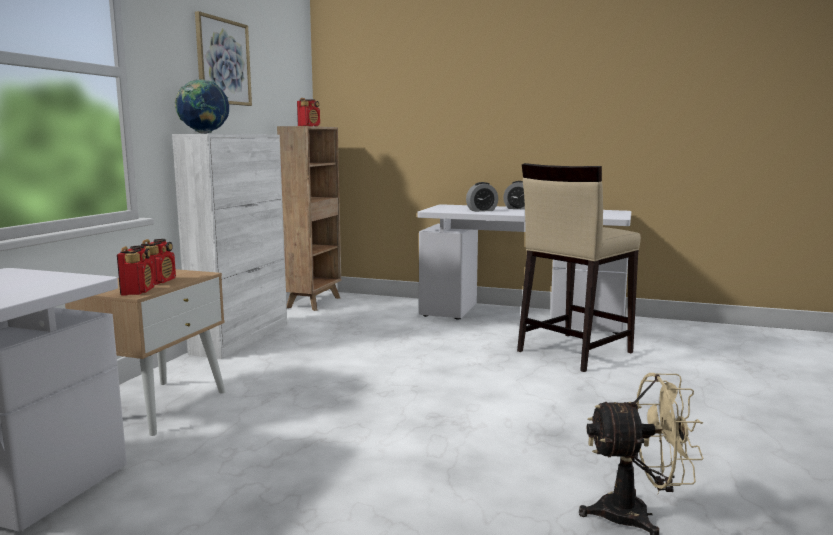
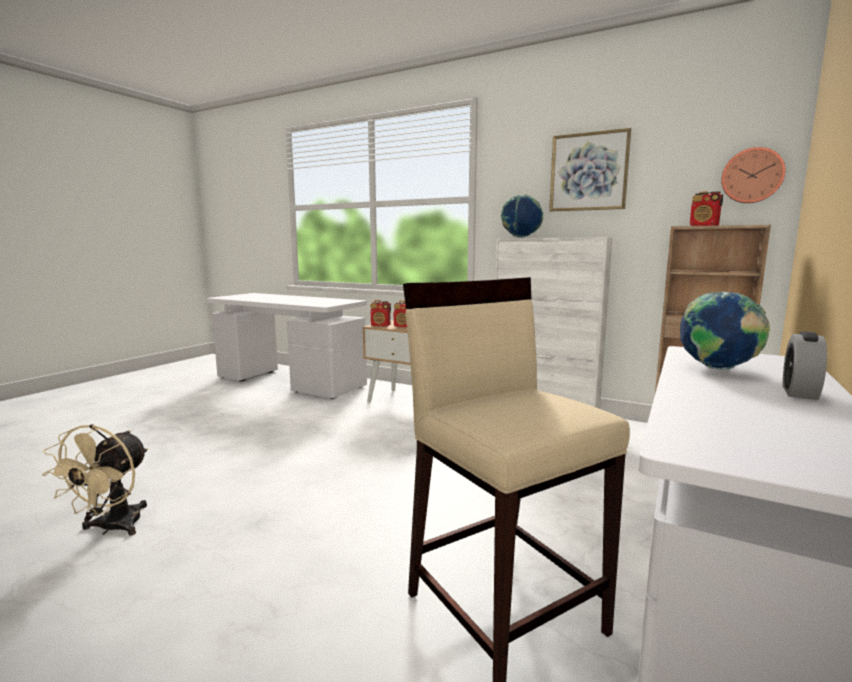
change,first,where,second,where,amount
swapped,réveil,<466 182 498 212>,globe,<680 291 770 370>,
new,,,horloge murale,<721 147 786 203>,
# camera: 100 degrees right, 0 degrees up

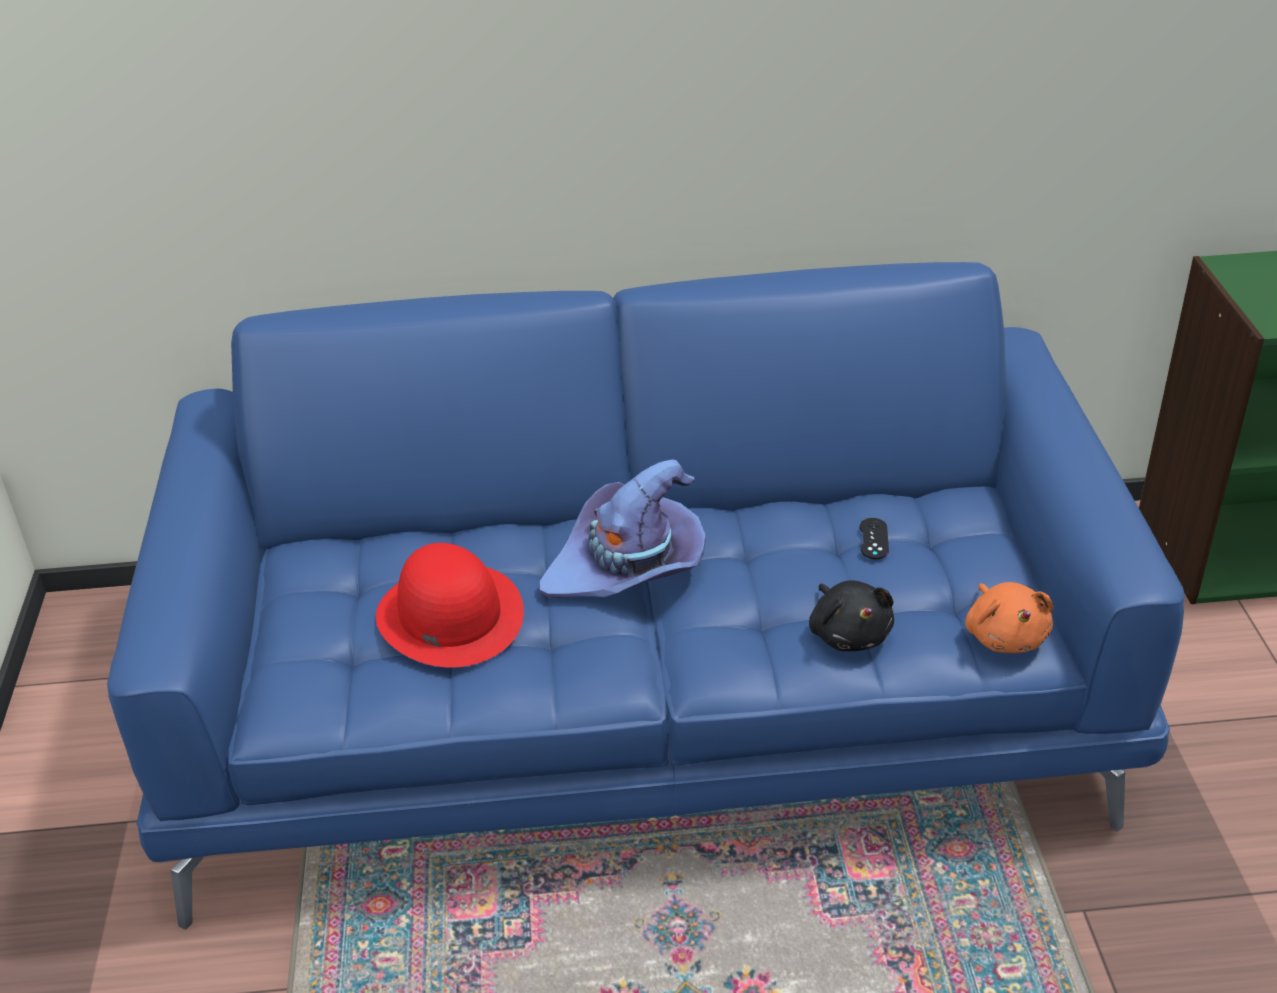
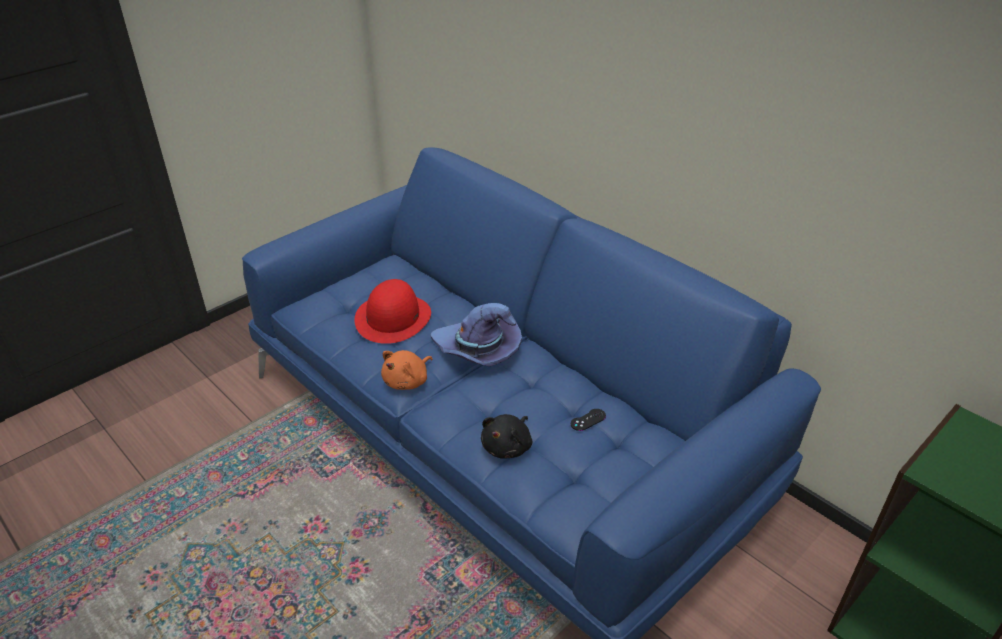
change,first,where,second,where,amount
shifted,peluche (orange),<965 582 1053 653>,,<381 350 433 390>,
# camera: 50 degrees right, 0 degrees up

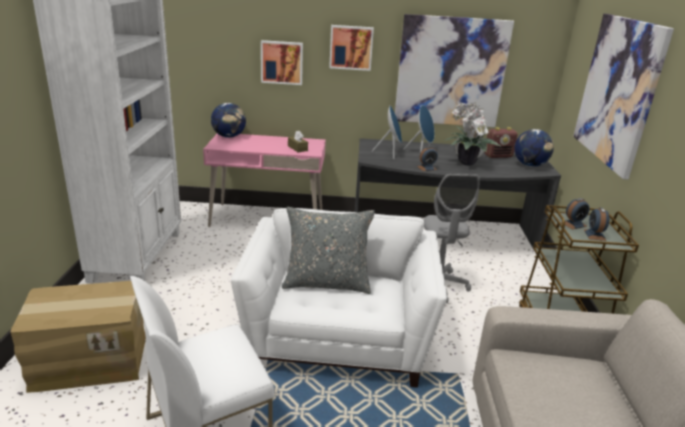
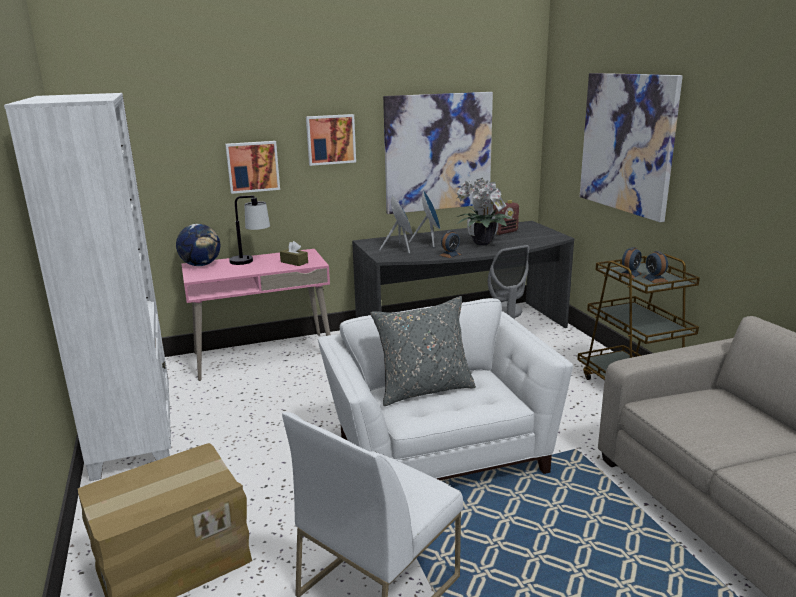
change,first,where,second,where,amount
gone,globe,<514 129 554 167>,,,
new,,,lampe de table,<229 196 270 265>,
# camera: 20 degrees left, 5 degrees down

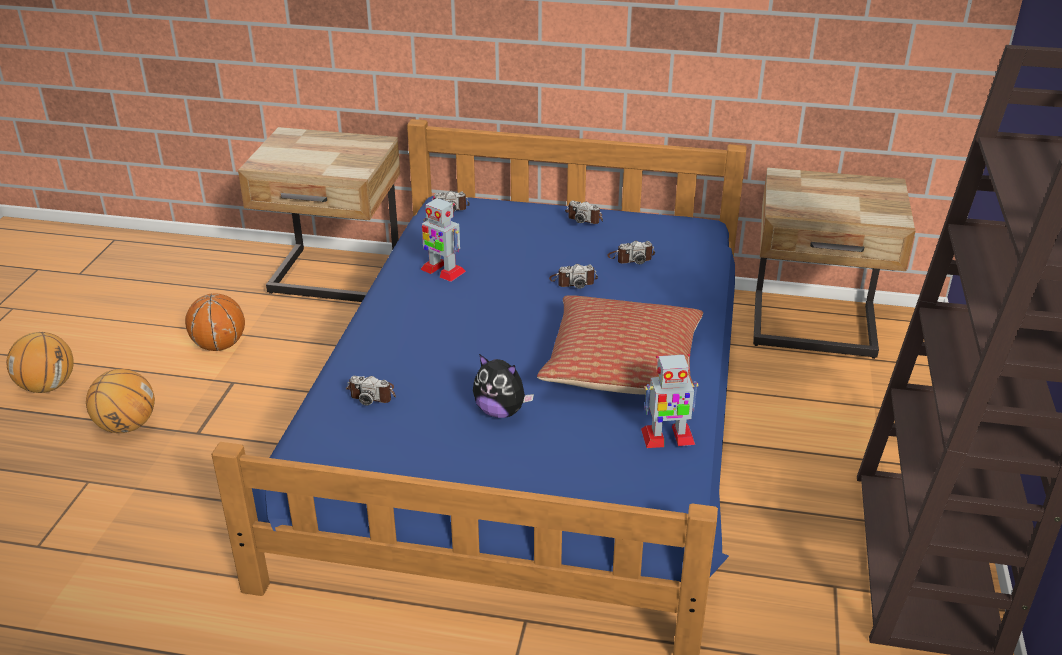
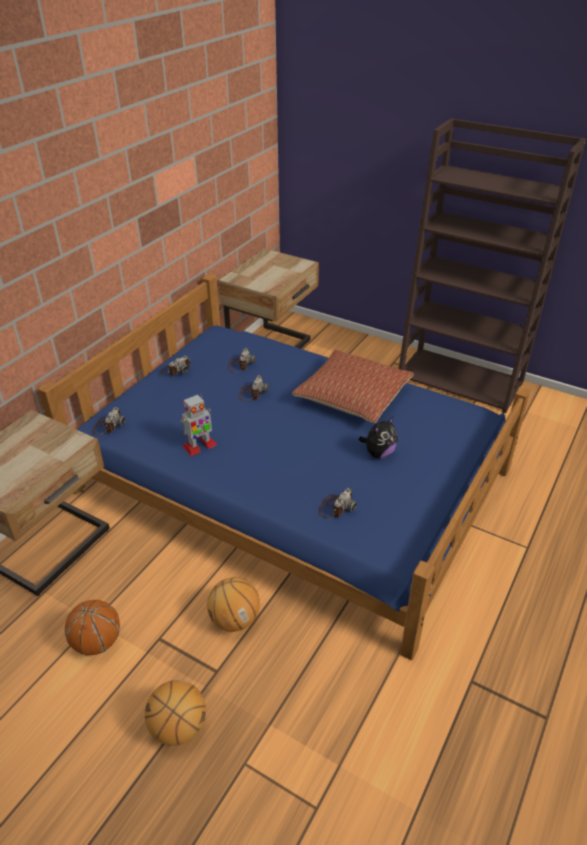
change,first,where,second,where,amount
shifted,ballon de basket,<7 332 74 393>,,<207 577 260 632>,
gone,robot jouet,<641 354 698 448>,,,
# camera: 70 degrees left, 5 degrees up

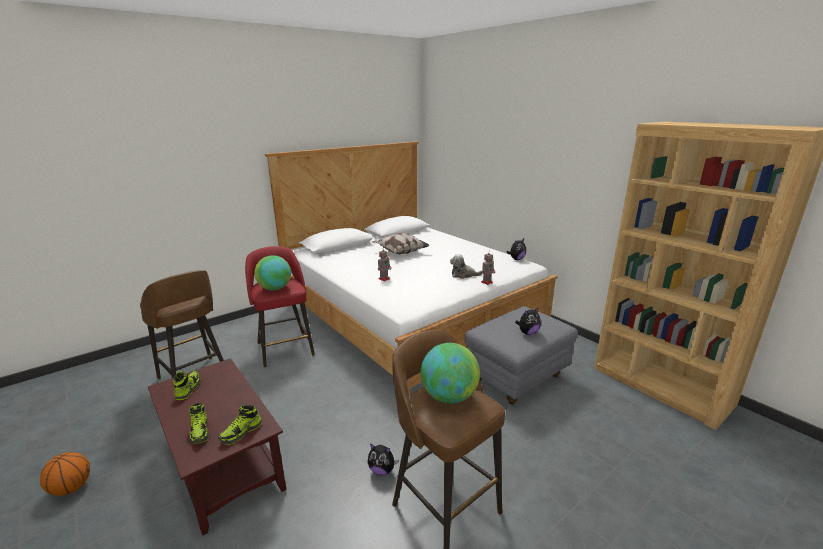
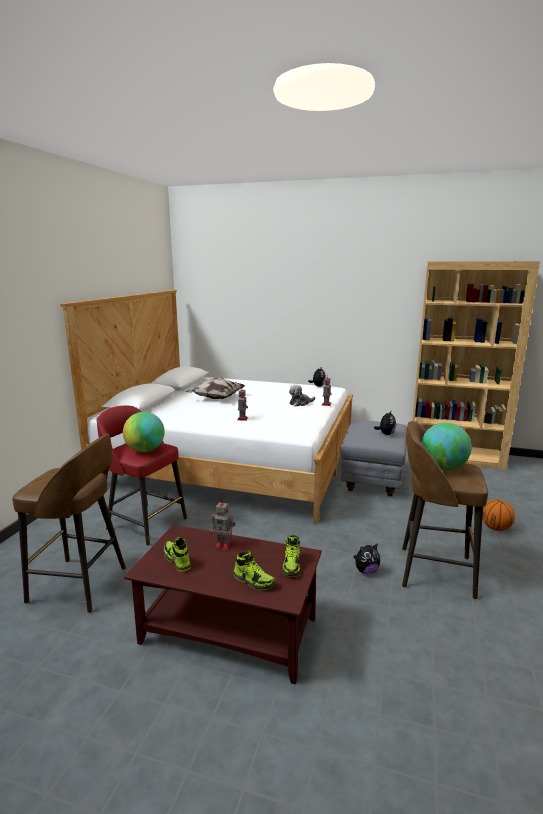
change,first,where,second,where,amount
shifted,ballon de basket,<40 452 90 496>,,<482 499 515 531>,
new,,,robot jouet,<211 499 235 550>,
# camera: 35 degrees left, 5 degrees down

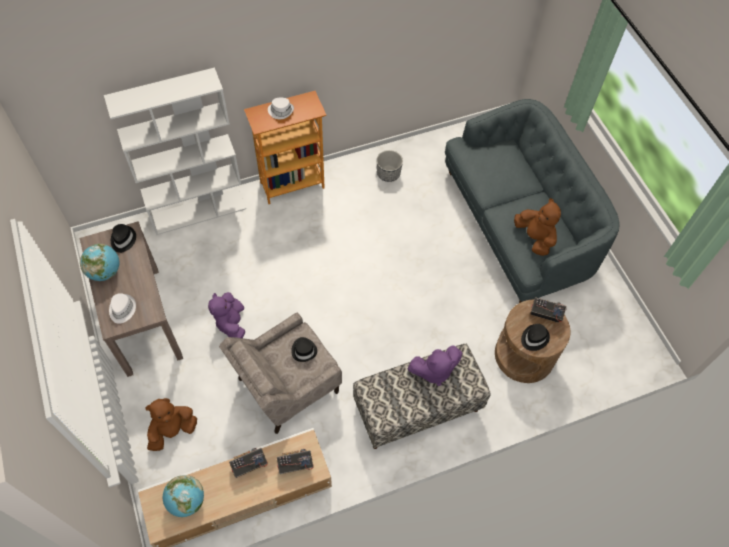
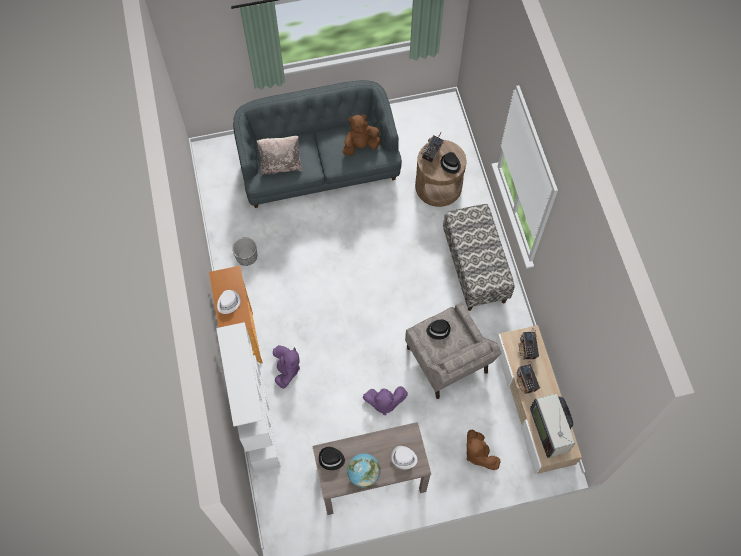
change,first,where,second,where,amount
shifted,peluche (violet),<407 345 463 386>,,<273 345 300 389>,
swapped,globe,<163 475 204 517>,téléviseur,<530 394 575 458>,
new,,,coussin (beige),<256 136 302 174>,
# camera: 80 degrees left, 5 degrees up

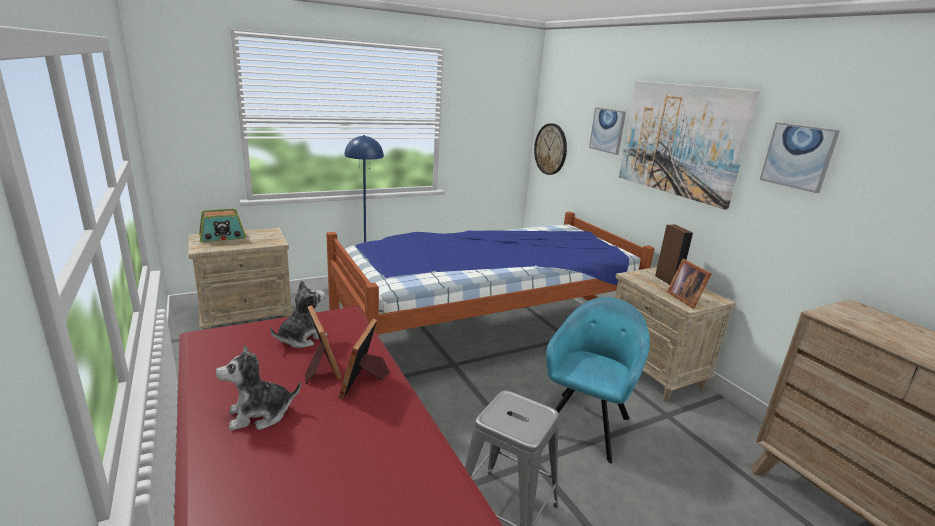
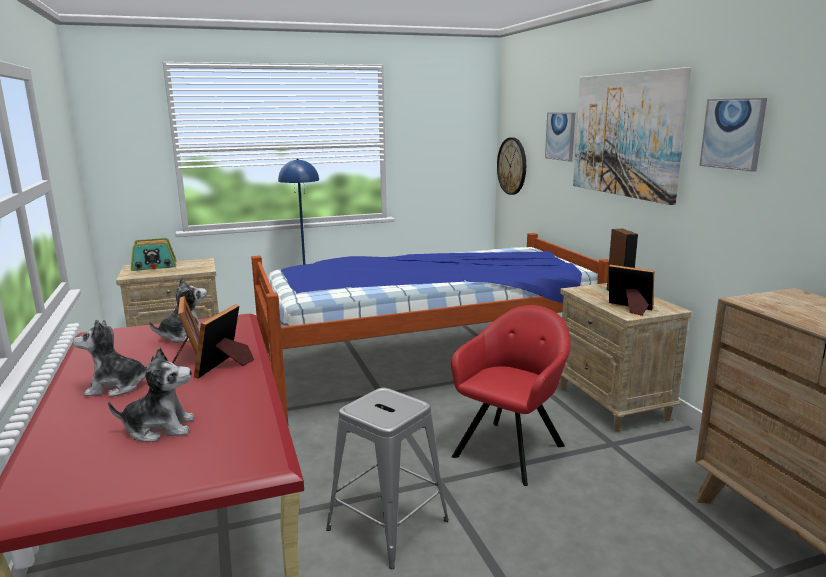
change,first,where,second,where,amount
rotated,cadre photo,<667 259 712 309>,,<609 265 654 316>,135 degrees clockwise
repainted,fauteuil (turquoise),<546 297 650 463>,fauteuil (rouge),<451 305 570 486>,
new,,,peluche,<108 347 195 442>,
# camera: 10 degrees right, 5 degrees down

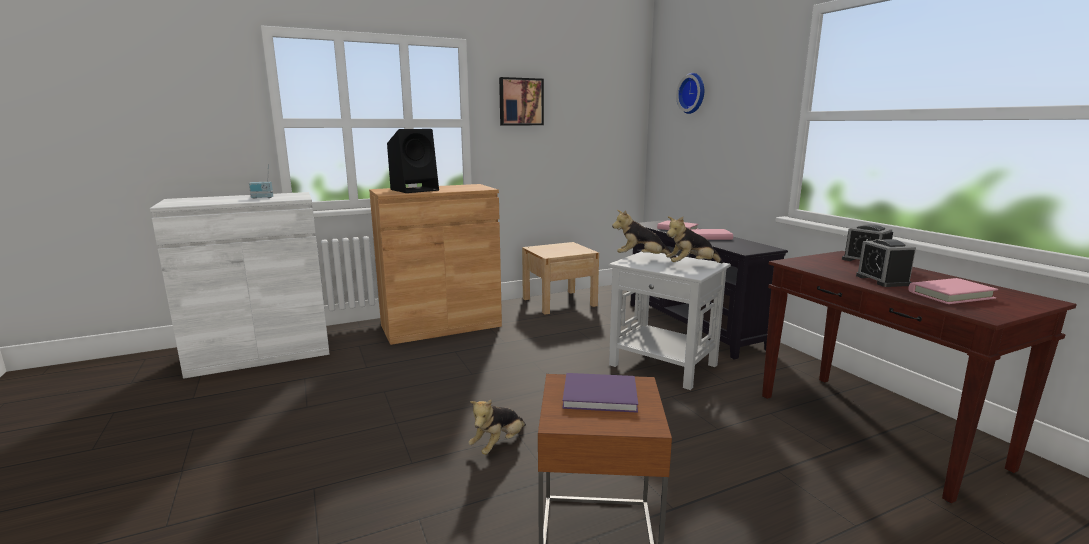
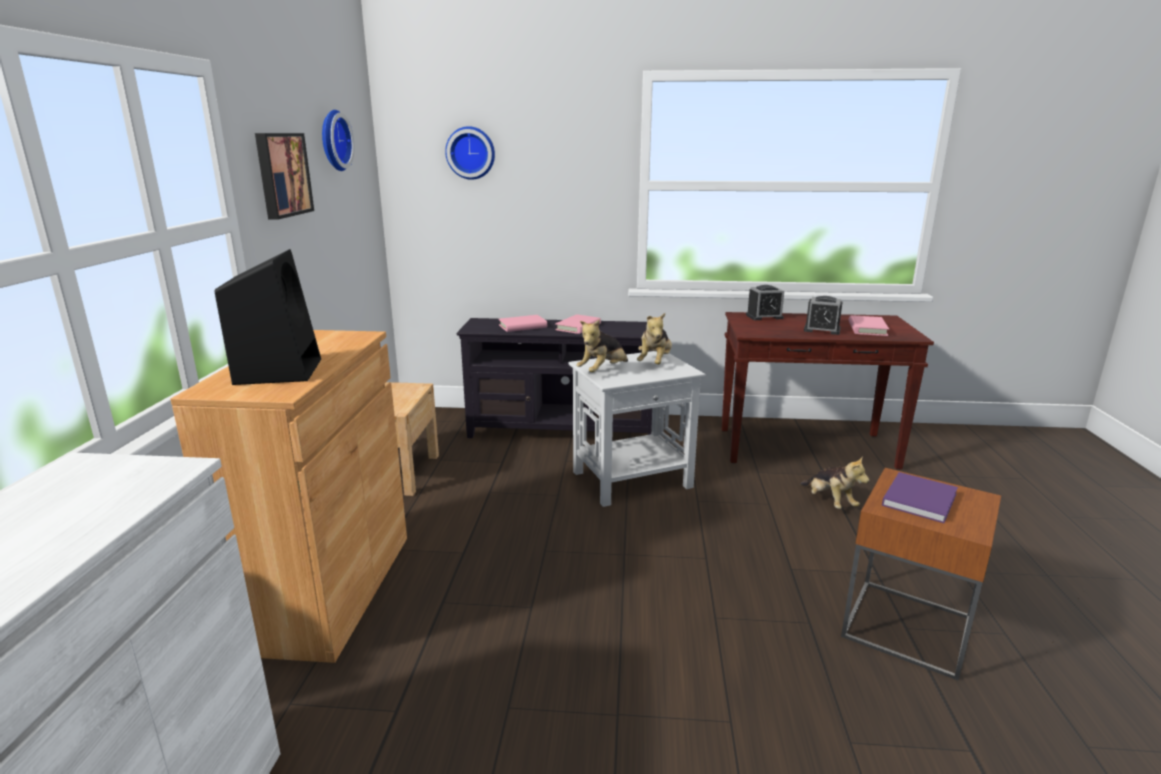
change,first,where,second,where,amount
gone,radio,<249 164 273 199>,,,
shifted,peluche,<468 400 526 455>,,<800 456 869 509>,
new,,,horloge murale,<322 110 354 171>,
# camera: 60 degrees left, 5 degrees up

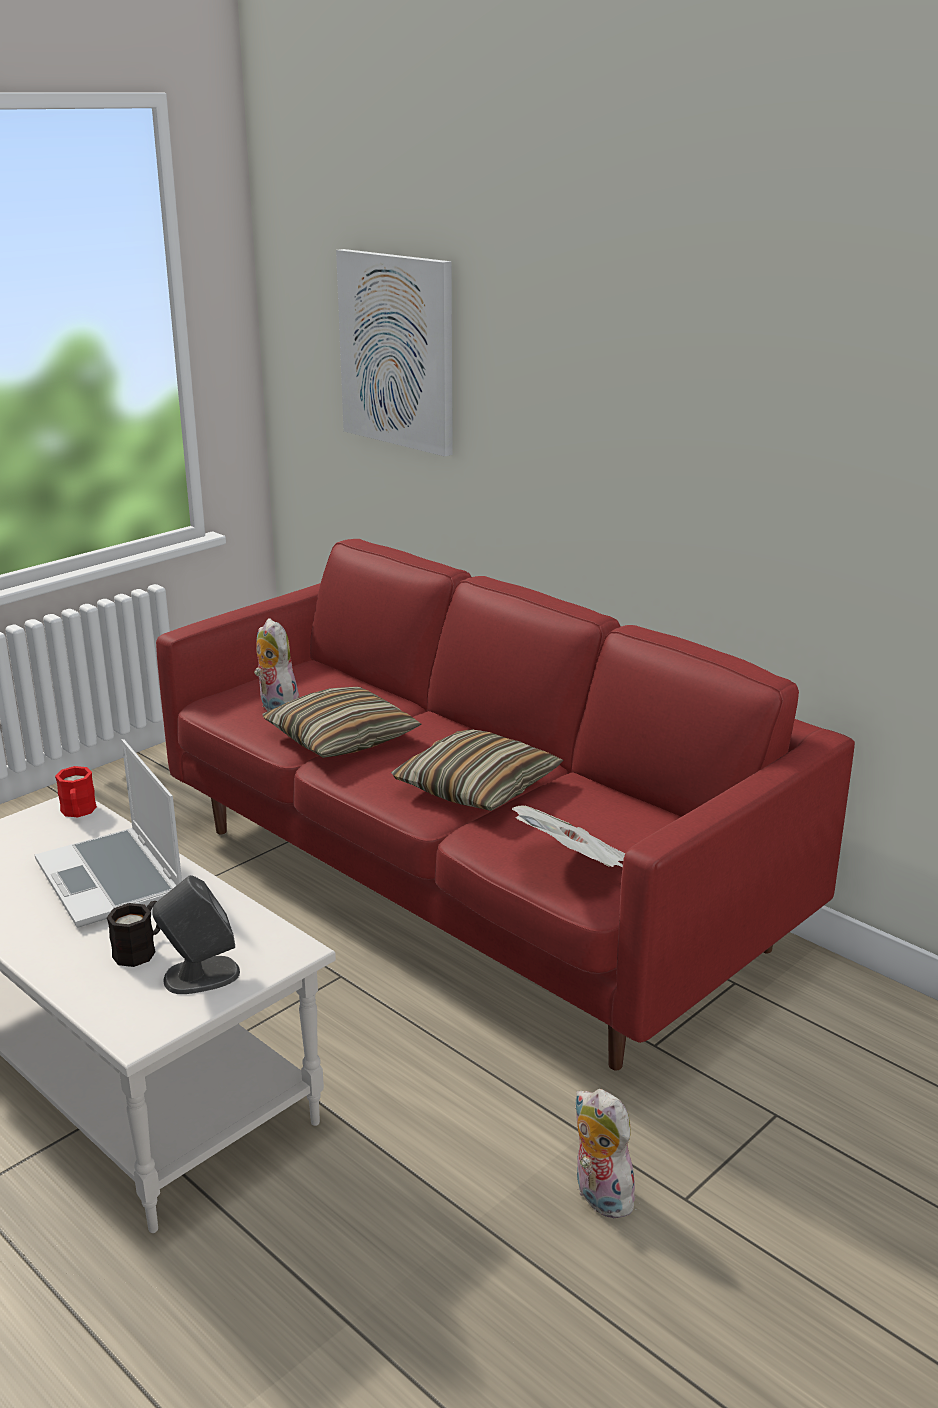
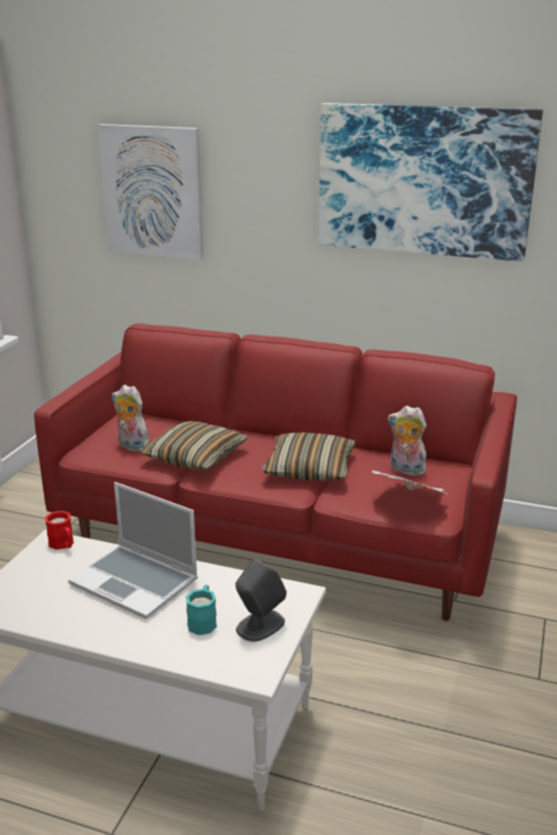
change,first,where,second,where,amount
repainted,mug (noir),<107 901 161 967>,mug (turquoise),<186 585 217 635>,
shifted,peluche,<574 1089 640 1219>,,<388 406 429 476>,
new,,,tableau,<318 103 543 262>,
# camera: 25 degrees left, 0 degrees up

